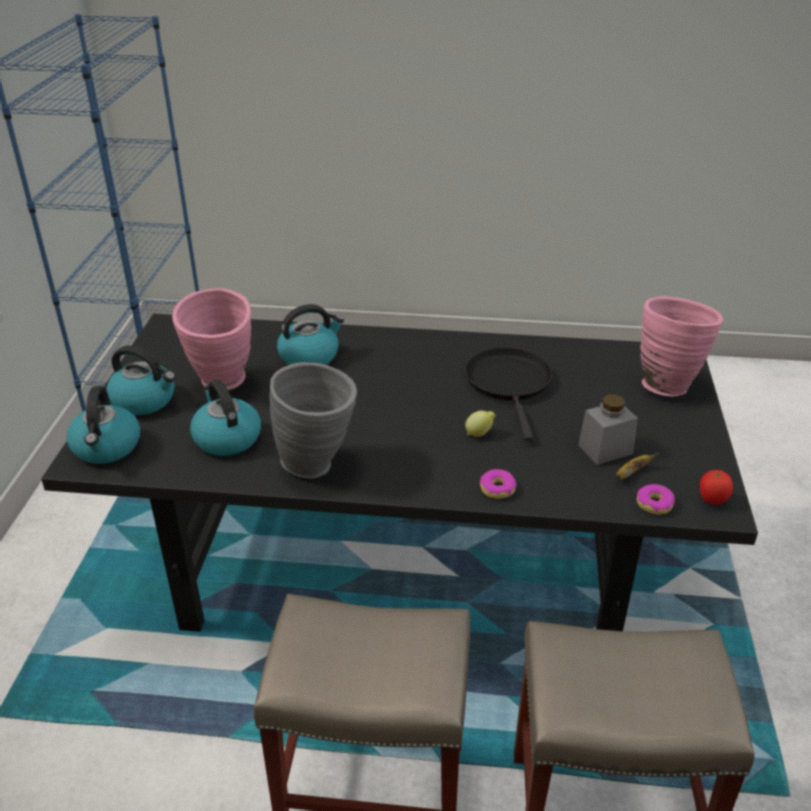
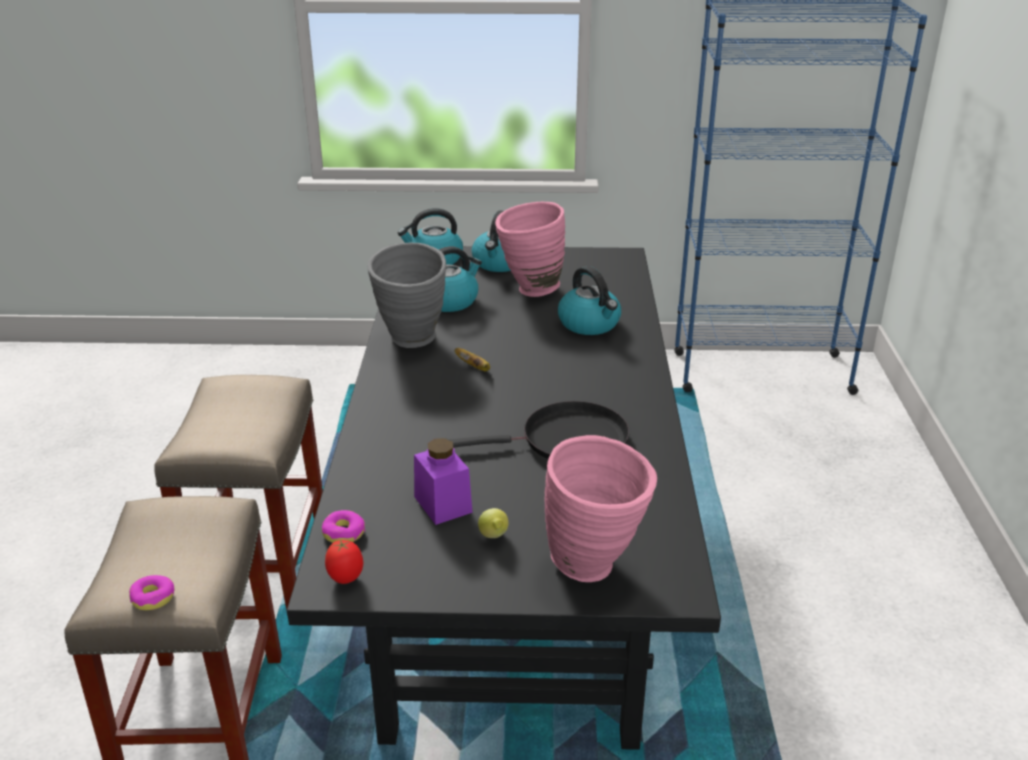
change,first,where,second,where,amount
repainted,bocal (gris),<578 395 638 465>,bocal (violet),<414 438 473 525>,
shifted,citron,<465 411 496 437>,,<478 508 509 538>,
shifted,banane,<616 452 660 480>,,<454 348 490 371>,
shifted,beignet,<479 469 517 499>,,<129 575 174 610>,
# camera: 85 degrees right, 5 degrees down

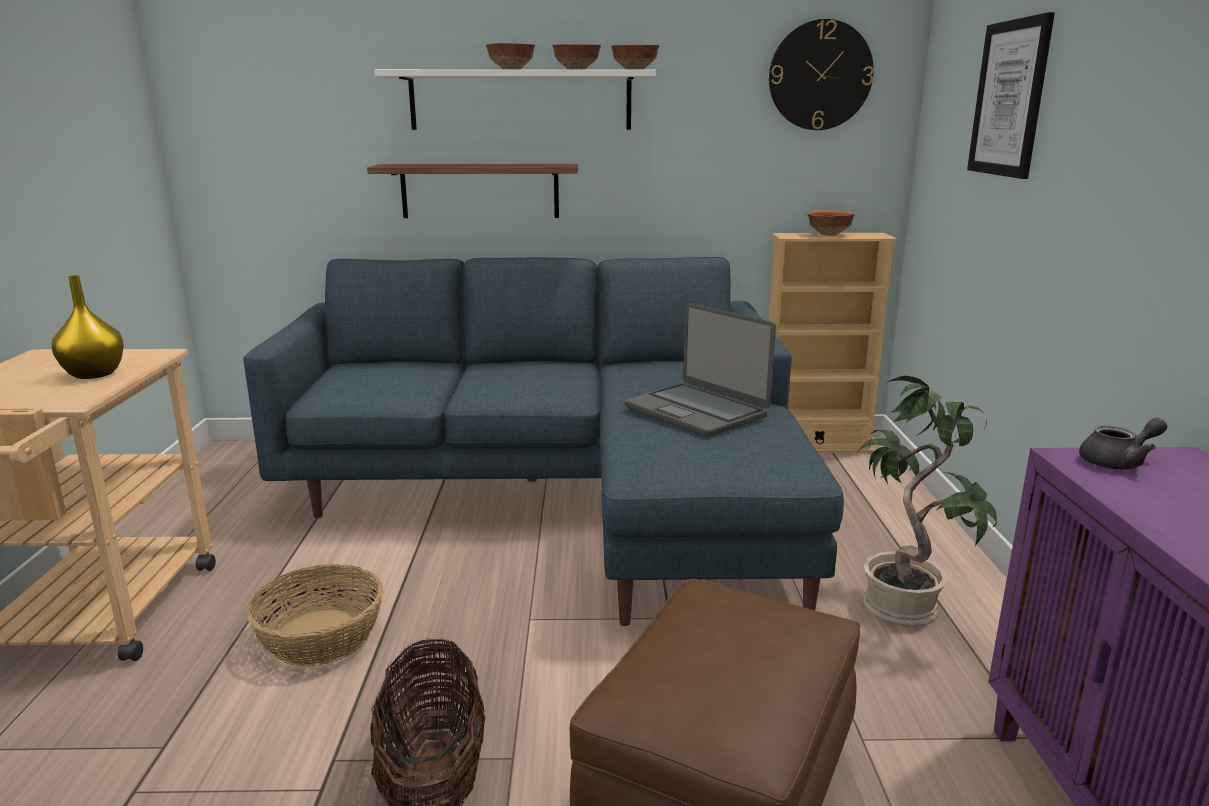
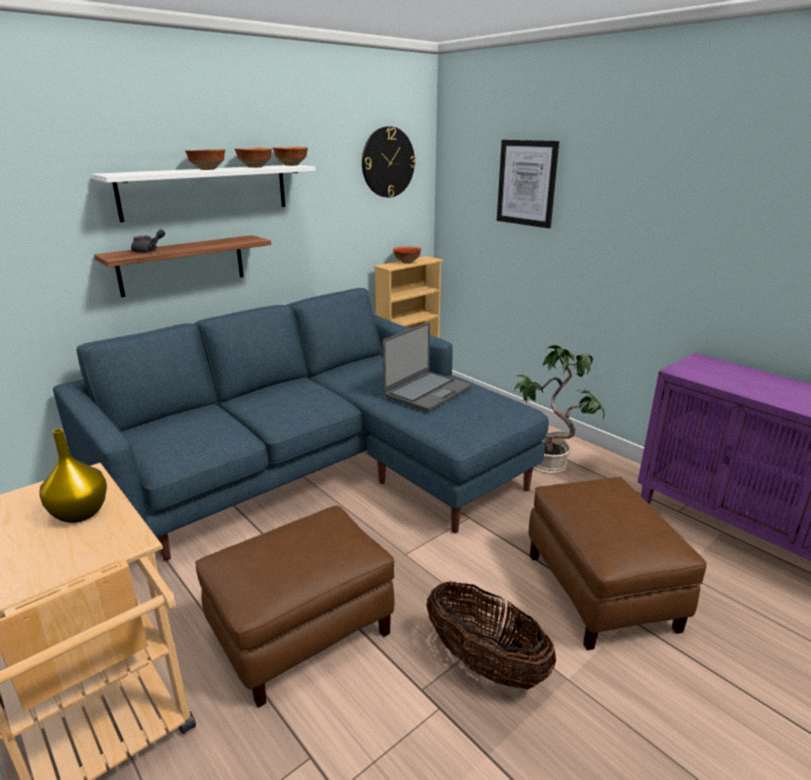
change,first,where,second,where,amount
rotated,ordinateur portable,<625 303 776 437>,,<382 322 471 412>,60 degrees counterclockwise
shifted,théière (gris),<1079 418 1167 470>,,<131 229 165 253>,
swapped,panier,<246 564 383 666>,pouf (marron),<195 506 394 708>,
# camera: 40 degrees left, 5 degrees up

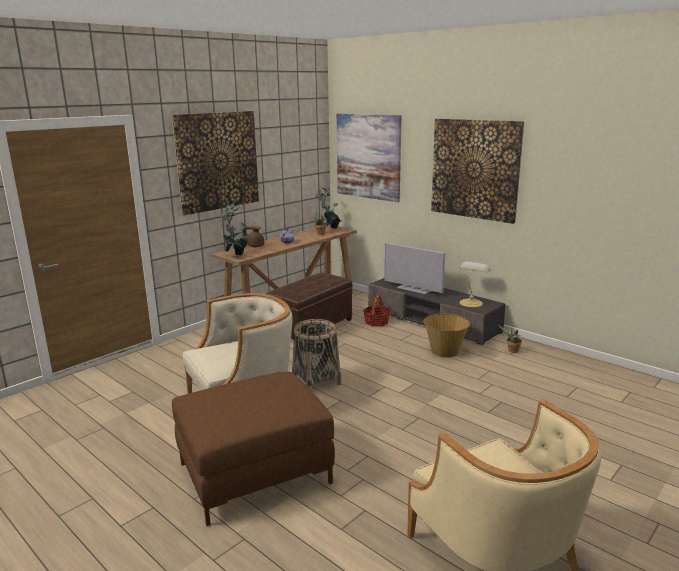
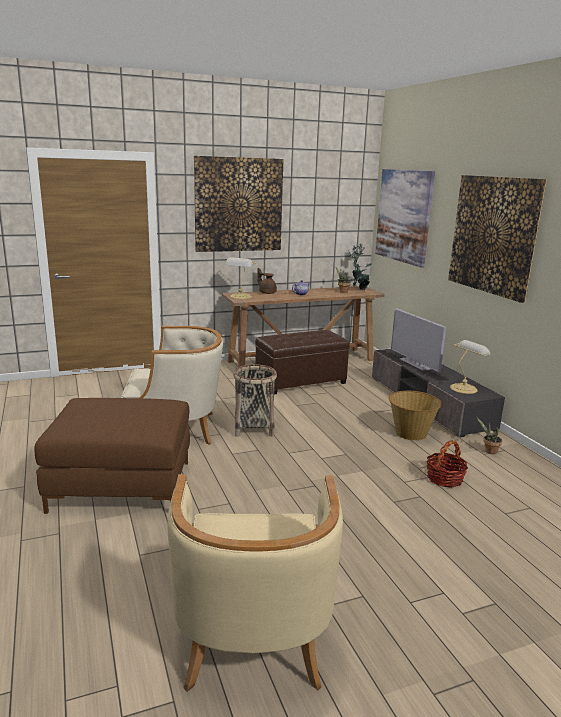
change,first,where,second,where,amount
swapped,plante en pot,<219 203 248 256>,lampe de table,<225 257 256 299>,
shifted,panier,<363 295 390 327>,,<427 440 468 488>,
# camera: 25 degrees right, 0 degrees up

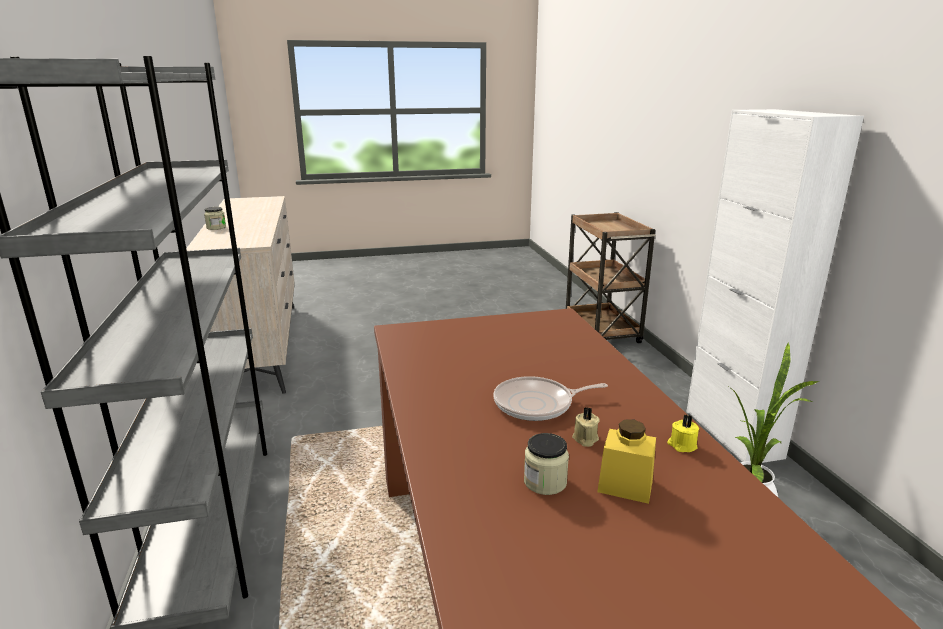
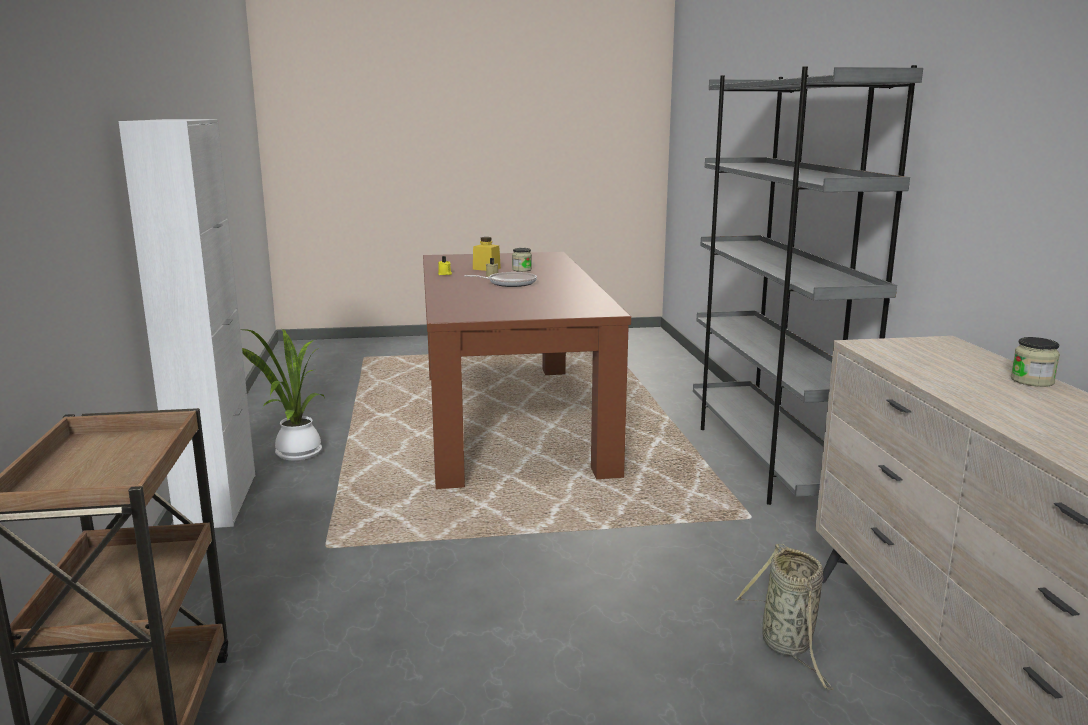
change,first,where,second,where,amount
new,,,panier,<734 544 834 690>,
# camera: 175 degrees left, 5 degrees down

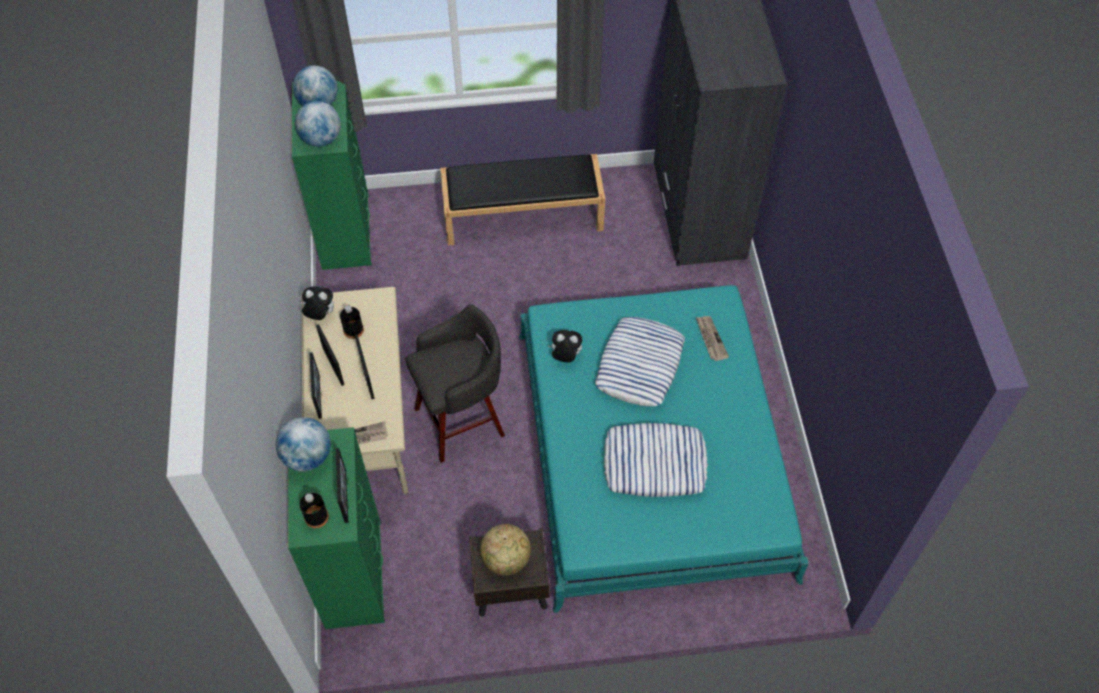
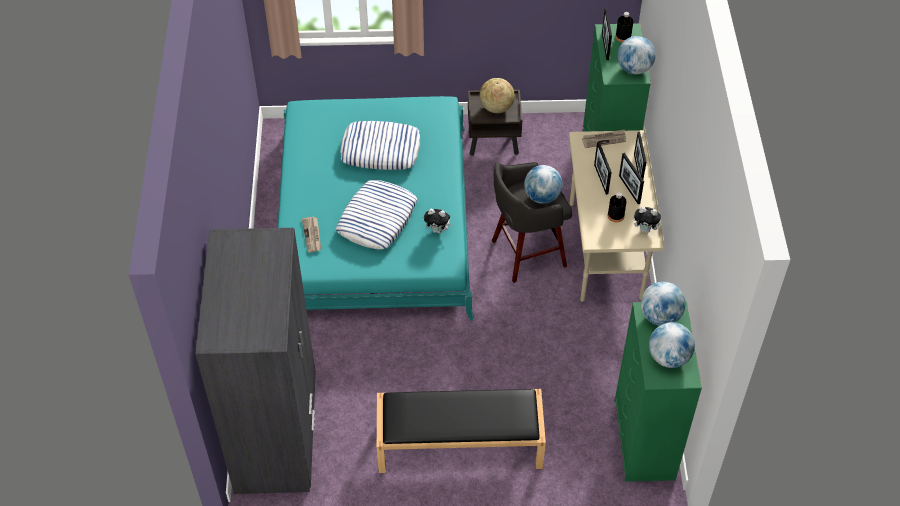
change,first,where,second,where,amount
new,,,globe,<524 165 563 204>,
# camera: 175 degrees left, 5 degrees down

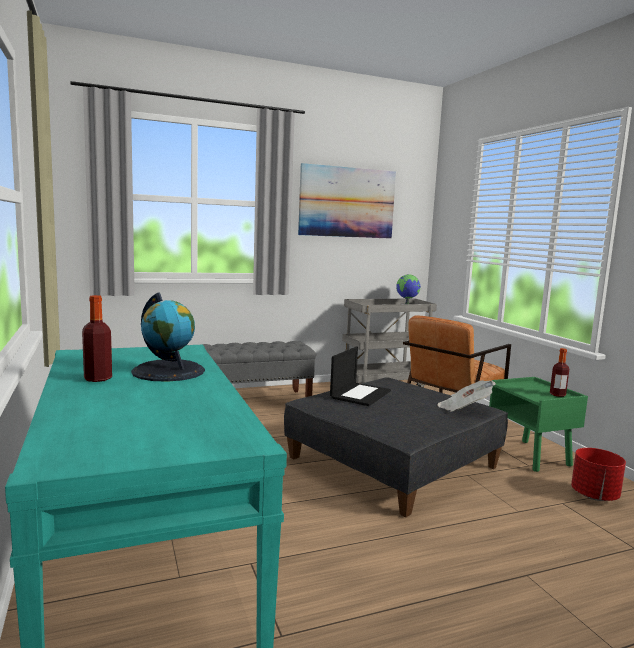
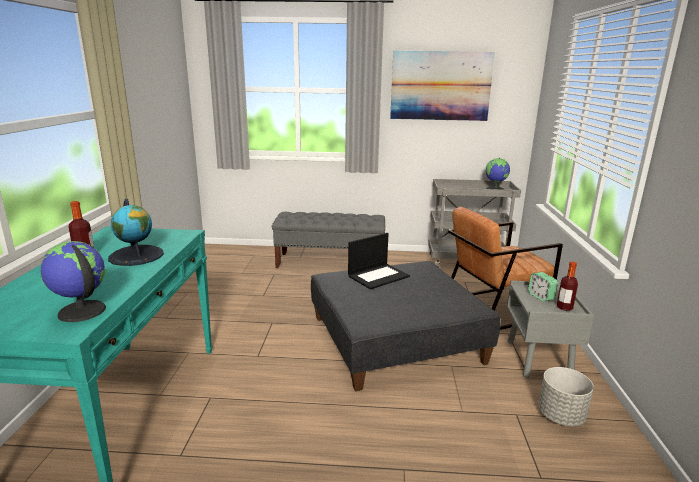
change,first,where,second,where,amount
repainted,table de chevet (vert),<489 377 588 472>,table de chevet (gris),<507 280 594 378>,
gone,journal,<437 380 496 412>,,,
repainted,cache-pot (rouge),<571 448 626 501>,cache-pot (gris),<538 367 594 426>,
new,,,globe,<40 241 106 322>,
new,,,réveil,<528 272 558 301>,
# camera: 25 degrees right, 10 degrees up

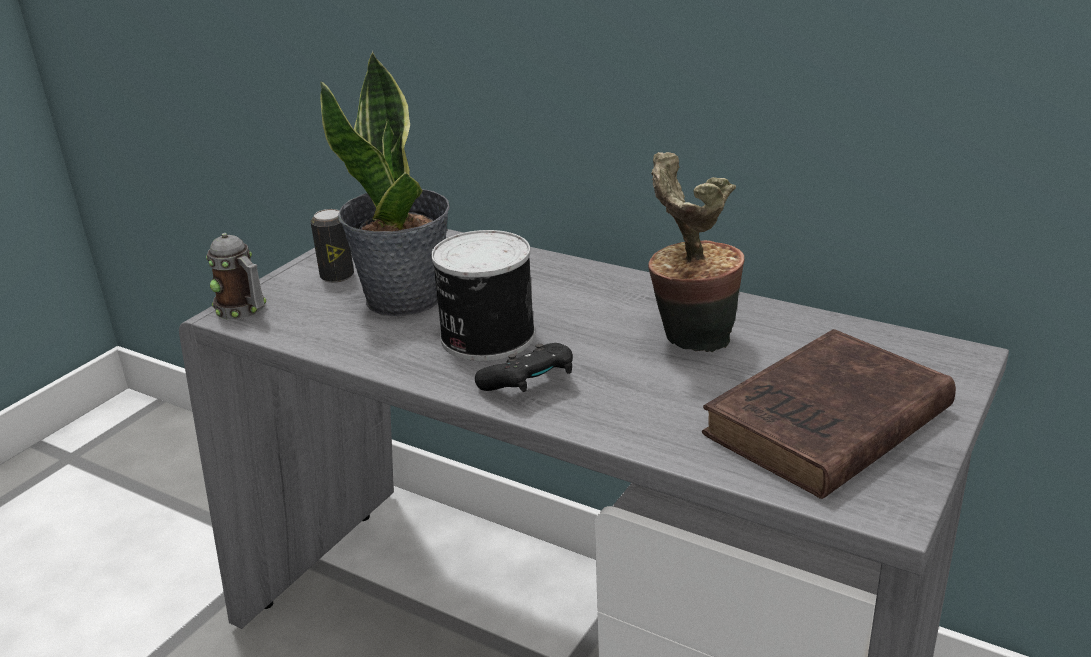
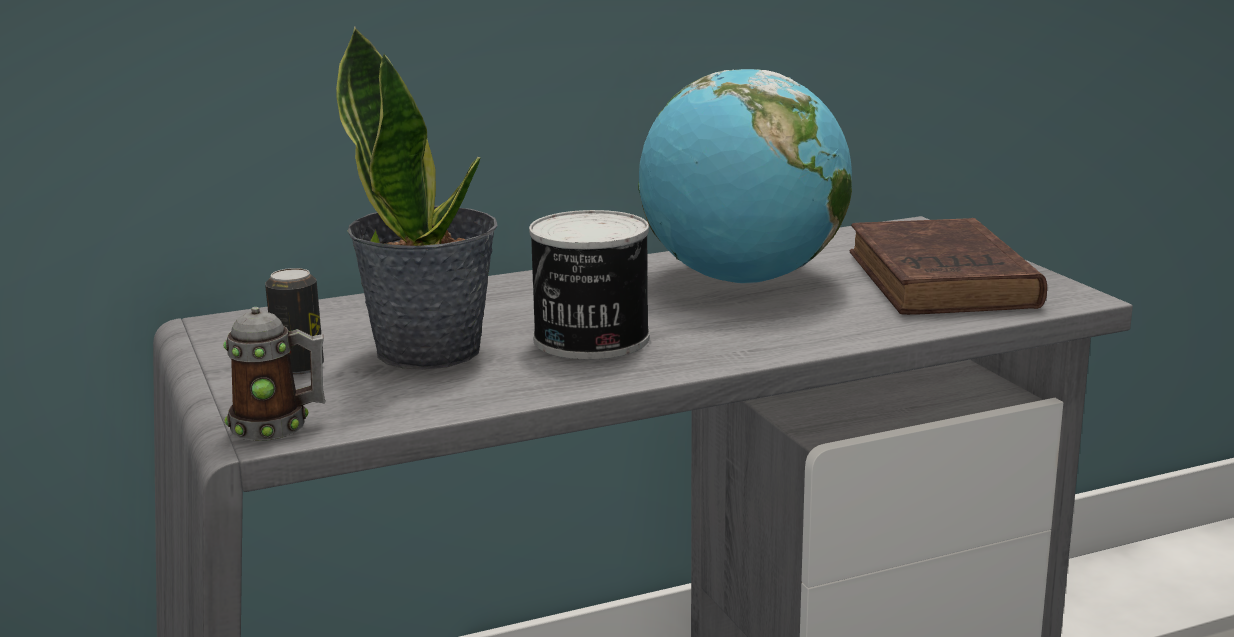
change,first,where,second,where,amount
swapped,plante en pot,<648 152 745 352>,globe,<638 69 852 284>,
gone,manette (noir),<475 343 573 392>,,,
# camera: 55 degrees left, 10 degrees down

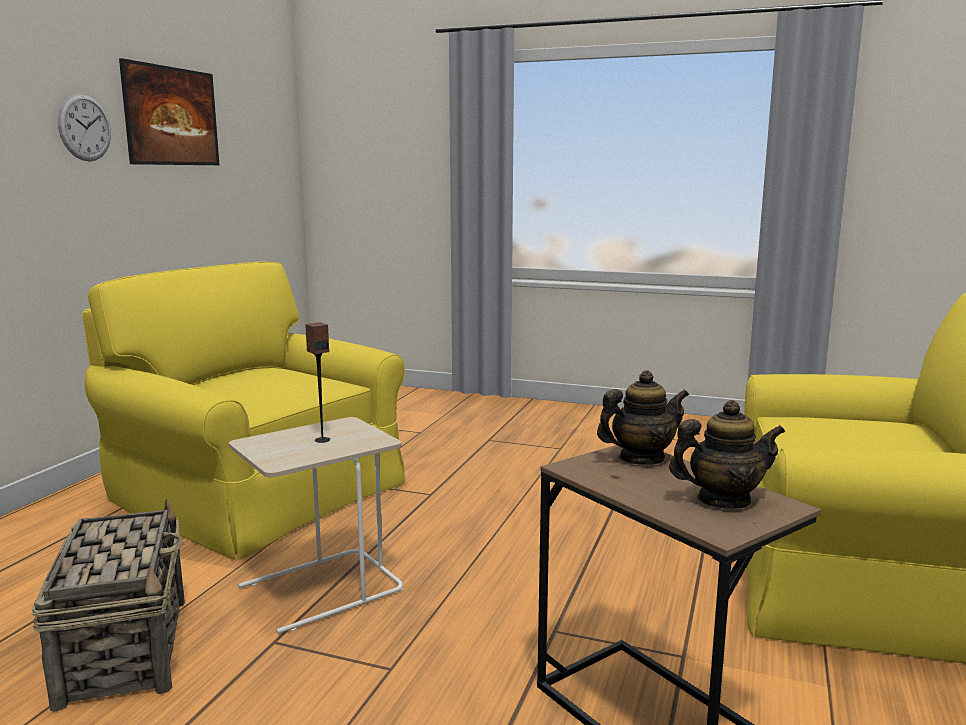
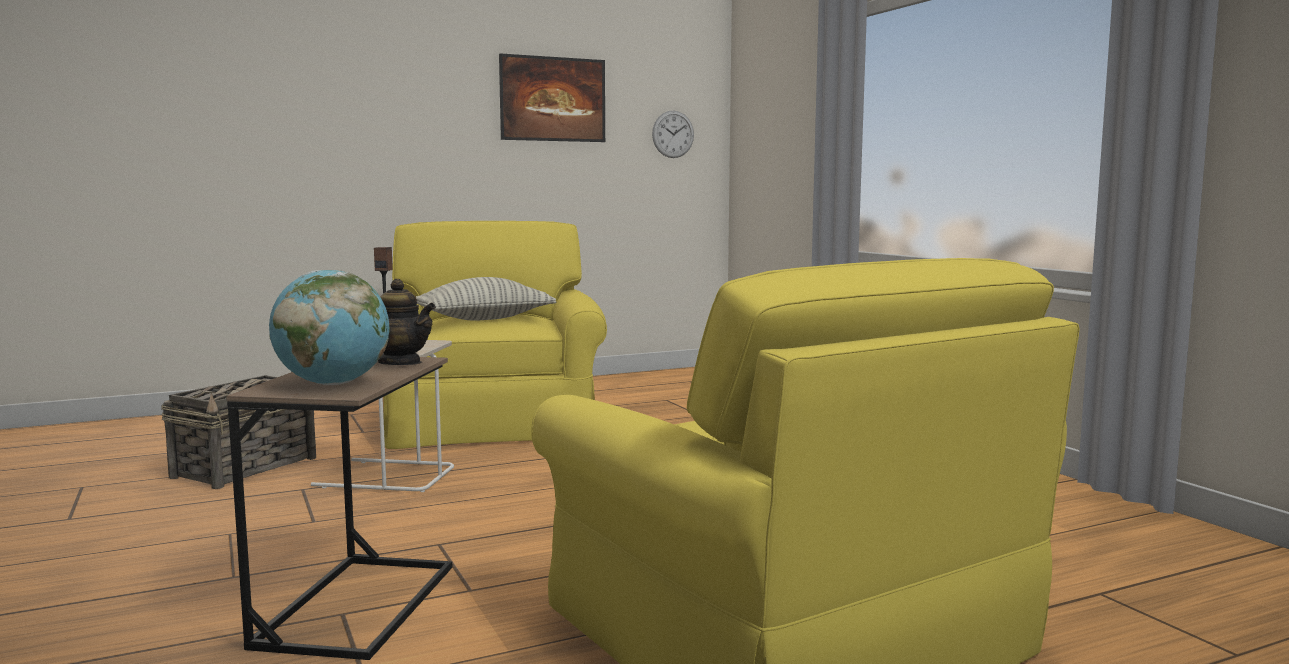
change,first,where,second,where,amount
shifted,horloge murale,<58 94 111 161>,,<652 111 694 158>,
swapped,théière,<669 400 785 509>,globe,<269 270 390 385>,
new,,,coussin,<416 277 556 320>,
# camera: 45 degrees right, 5 degrees down

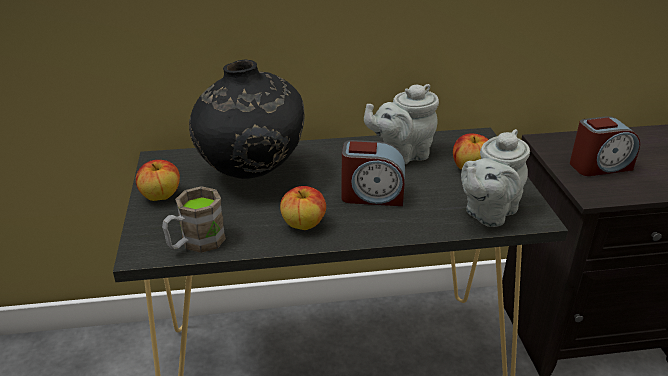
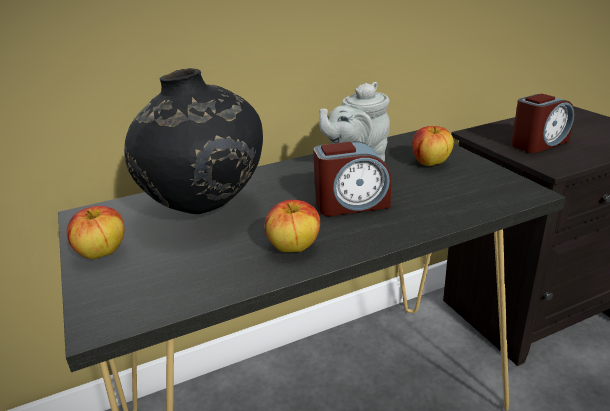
change,first,where,second,where,amount
gone,théière (gris),<461 129 530 227>,,,
gone,mug (marron),<162 186 226 253>,,,
# camera: 15 degrees left, 5 degrees down

